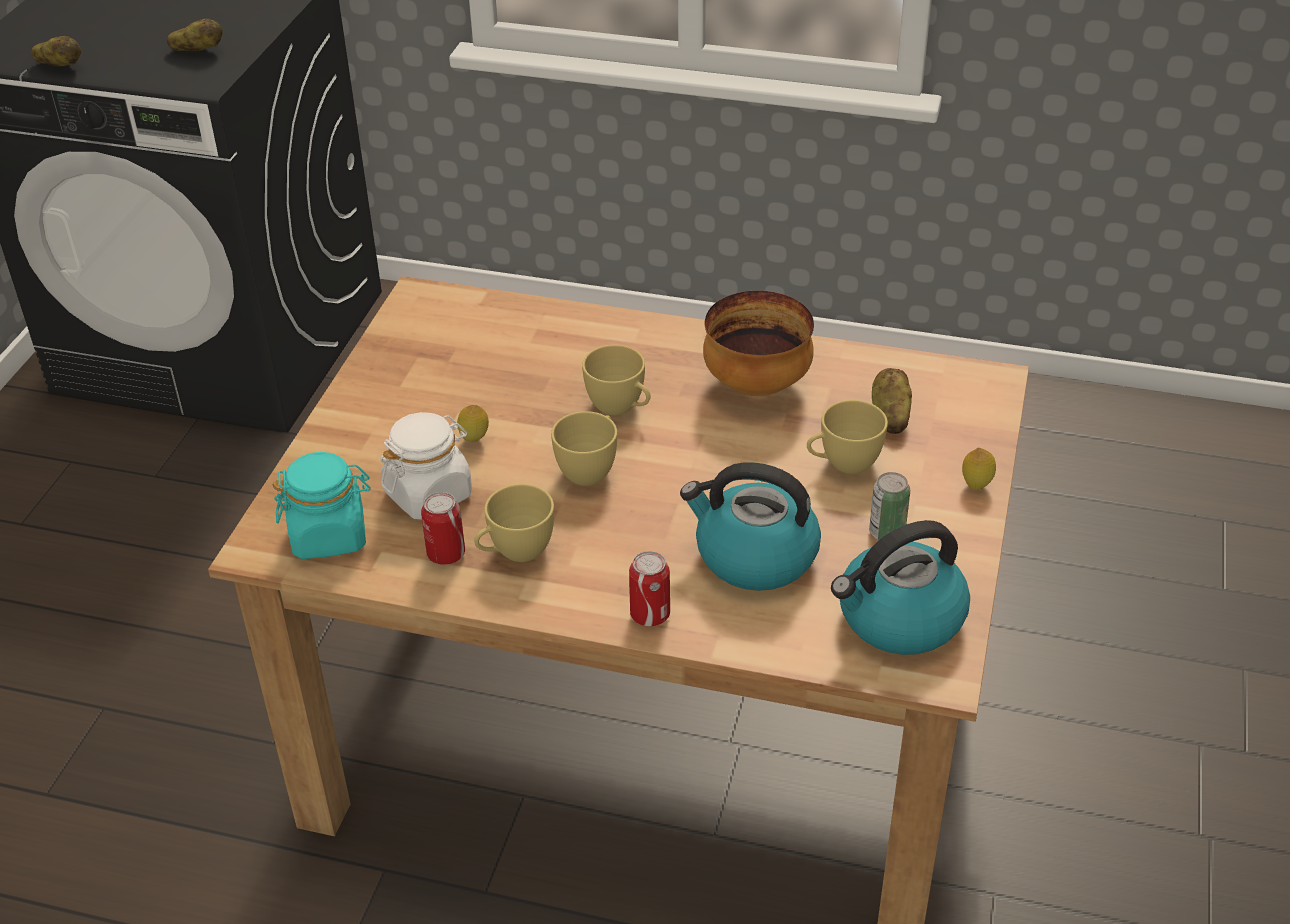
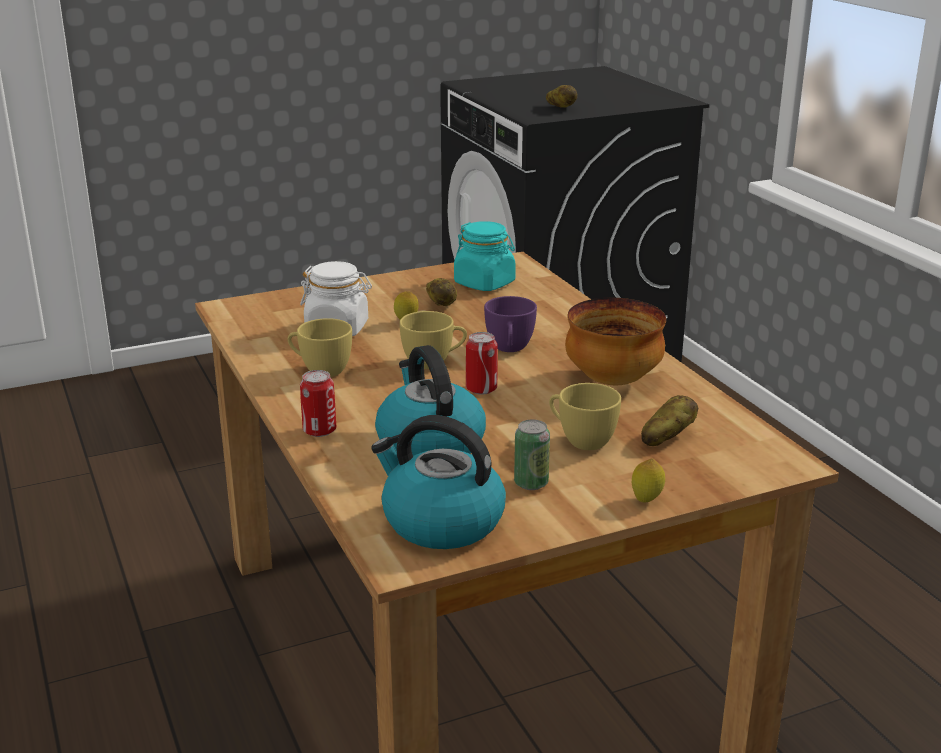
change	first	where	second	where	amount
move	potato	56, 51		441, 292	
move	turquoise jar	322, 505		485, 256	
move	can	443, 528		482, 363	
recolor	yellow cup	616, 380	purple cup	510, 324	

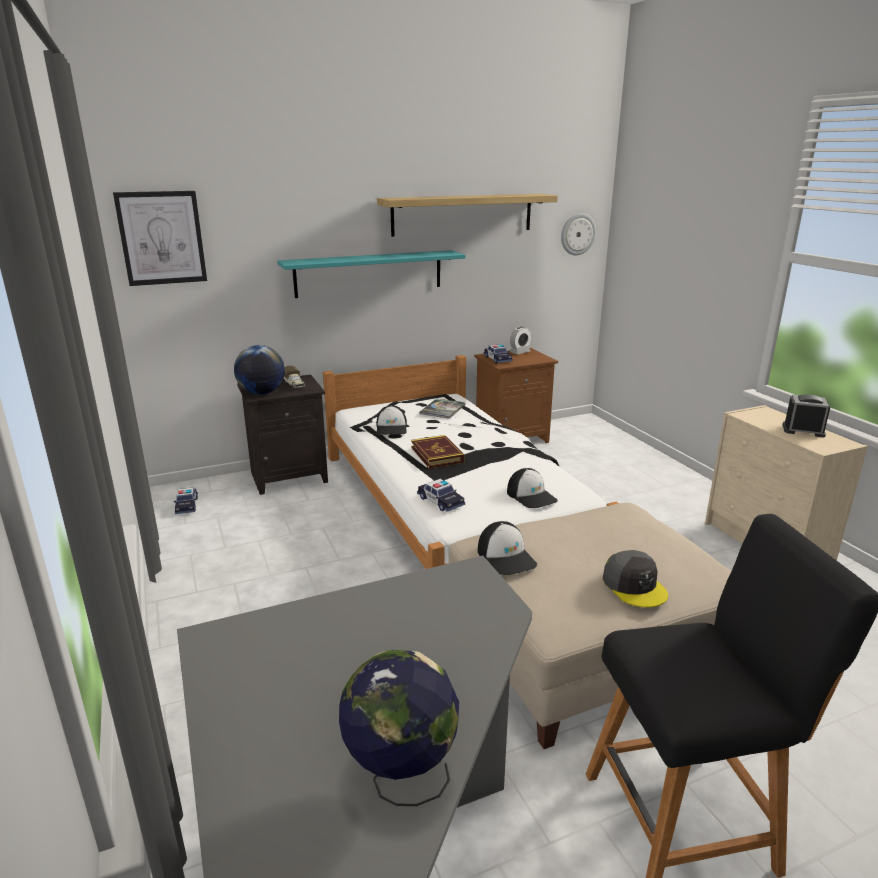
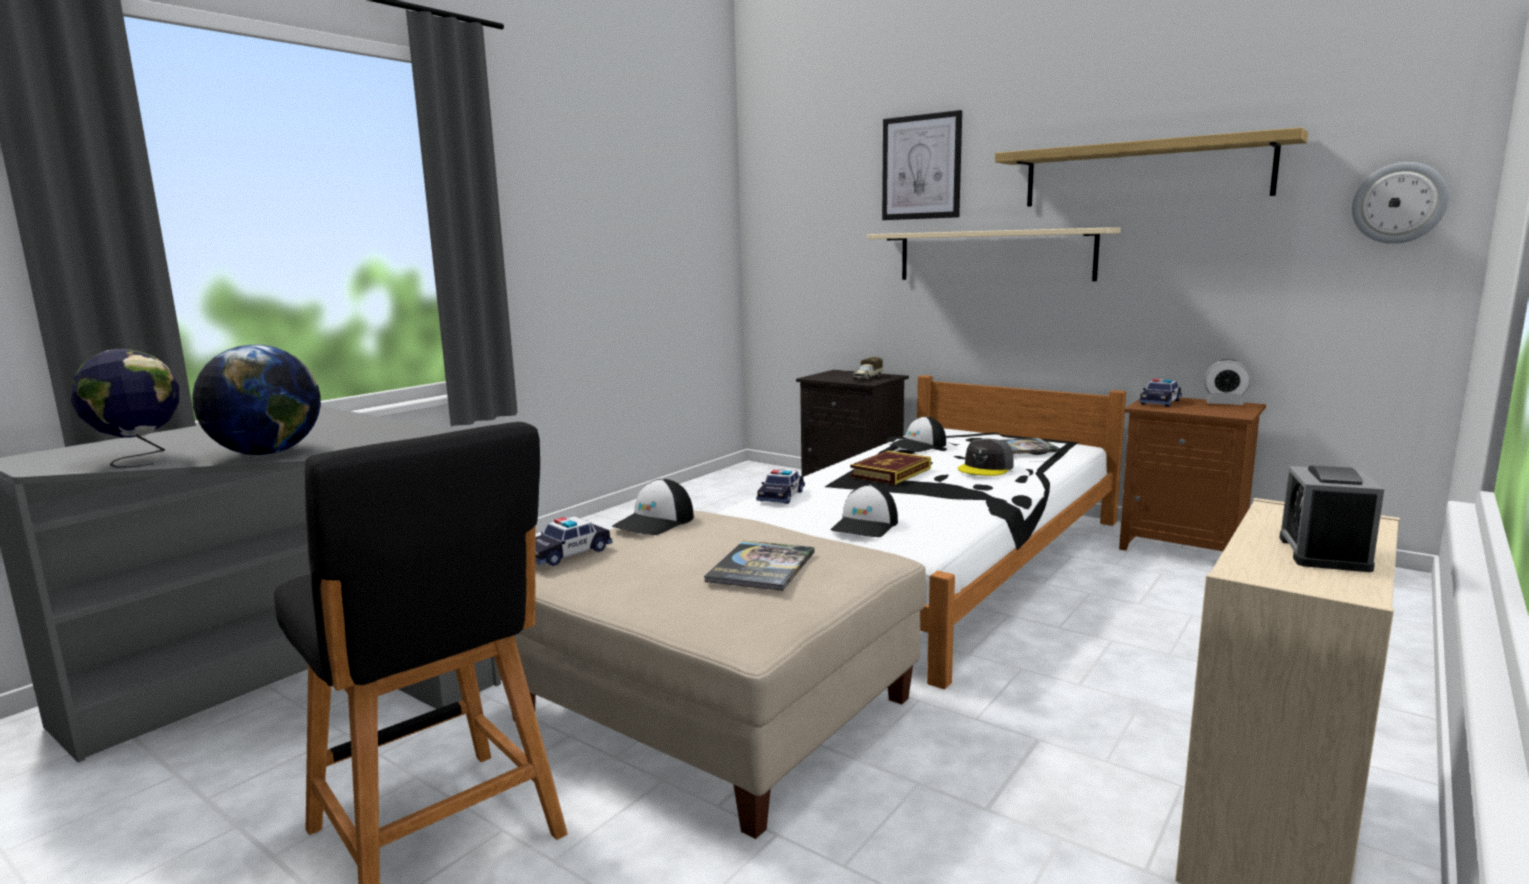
change	first	where	second	where	amount
move	globe	259, 370		256, 400	
move	toy car	186, 500		573, 541	
insert			book	759, 566	
recolor	turquoise shelf	371, 274	beige shelf	994, 254	
move	picture	160, 238		922, 165	
move	grey cap	635, 578		986, 457	
rotate	alarm clock	806, 415		1331, 518	150 degrees counterclockwise

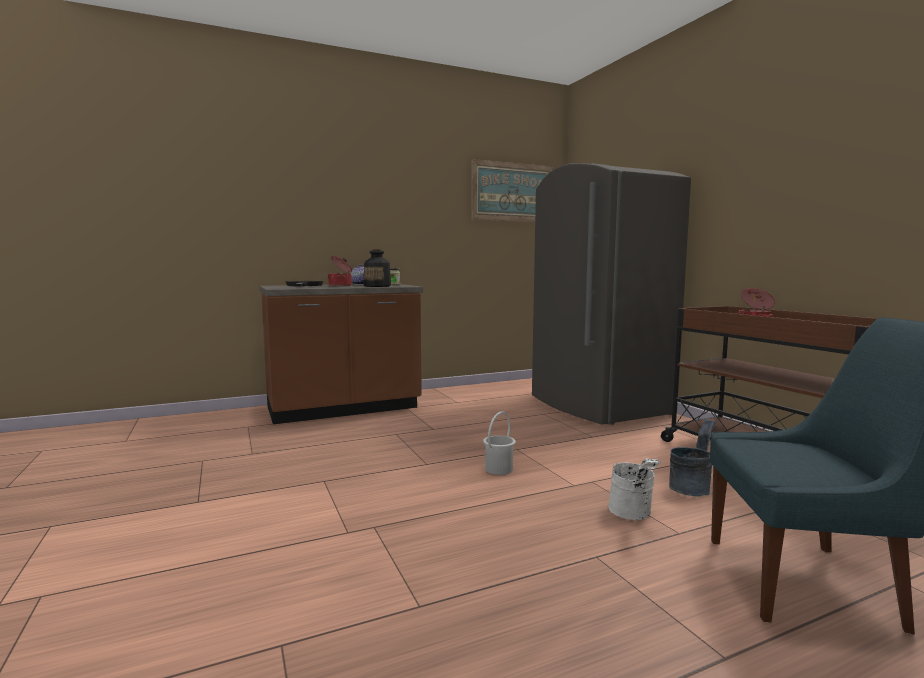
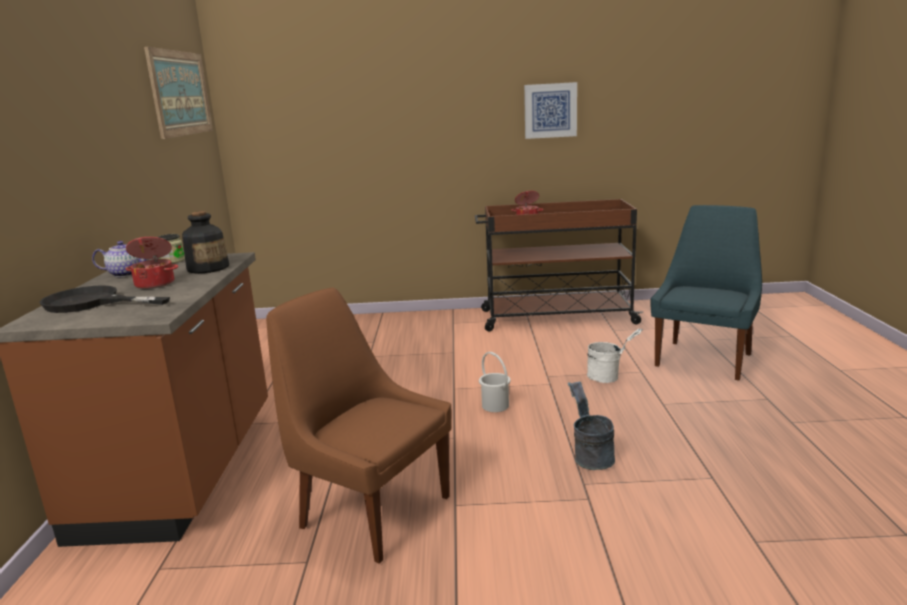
change	first	where	second	where	amount
insert			brown chair	359, 426	
insert			picture	550, 110	
move	grey bucket	692, 457		591, 425	
delete	grey fridge	611, 294			

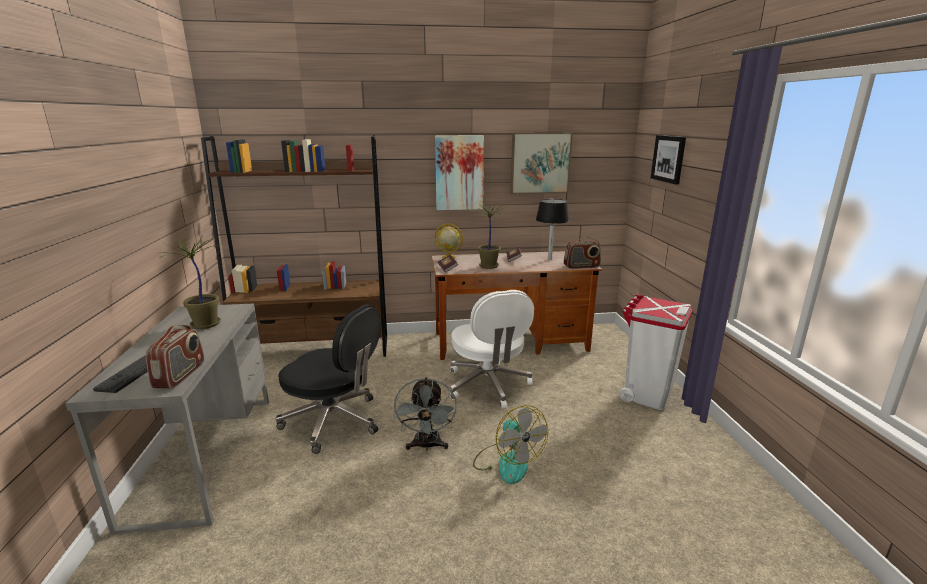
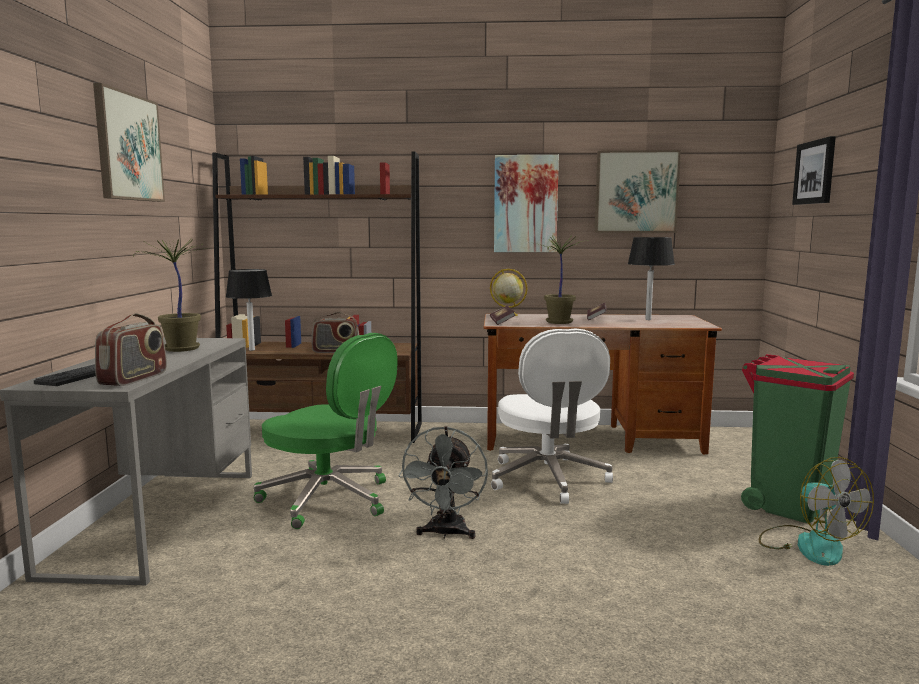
change	first	where	second	where	amount
insert			picture	129, 142	
insert			black table lamp	249, 310	
recolor	black office chair	328, 379	green office chair	326, 431	
move	radio	582, 253		335, 332	
recolor	white trash can	656, 352	green trash can	797, 438	
move	fan	510, 444		816, 511	

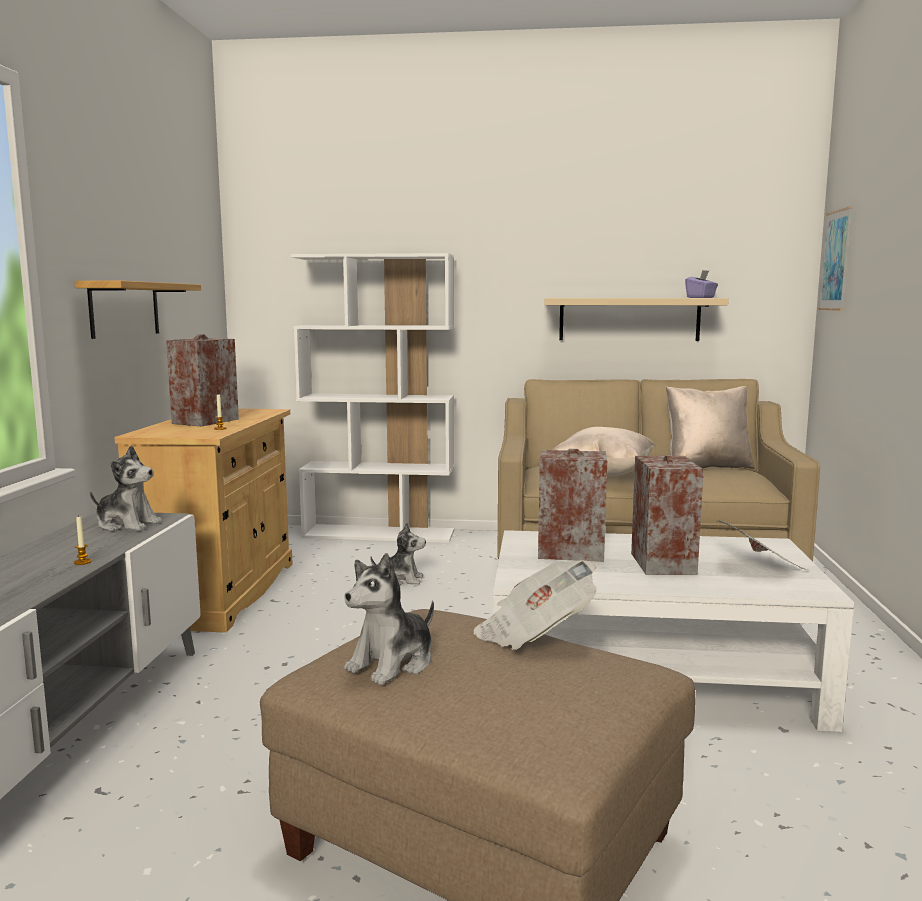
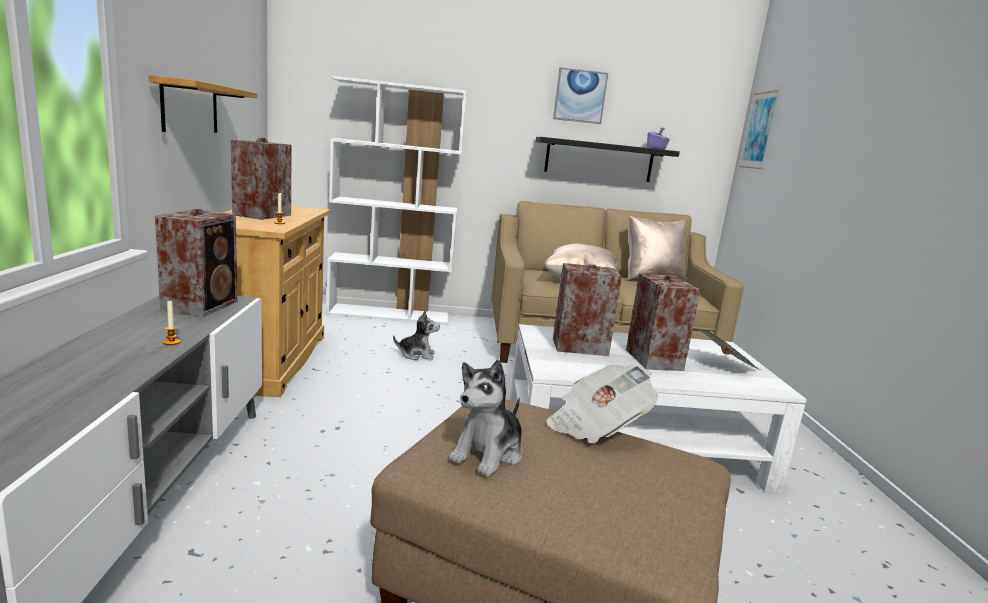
change	first	where	second	where	amount
replace	plush toy	126, 488	speaker	196, 263	
recolor	beige shelf	636, 319	black shelf	608, 159	
insert			picture	580, 95	

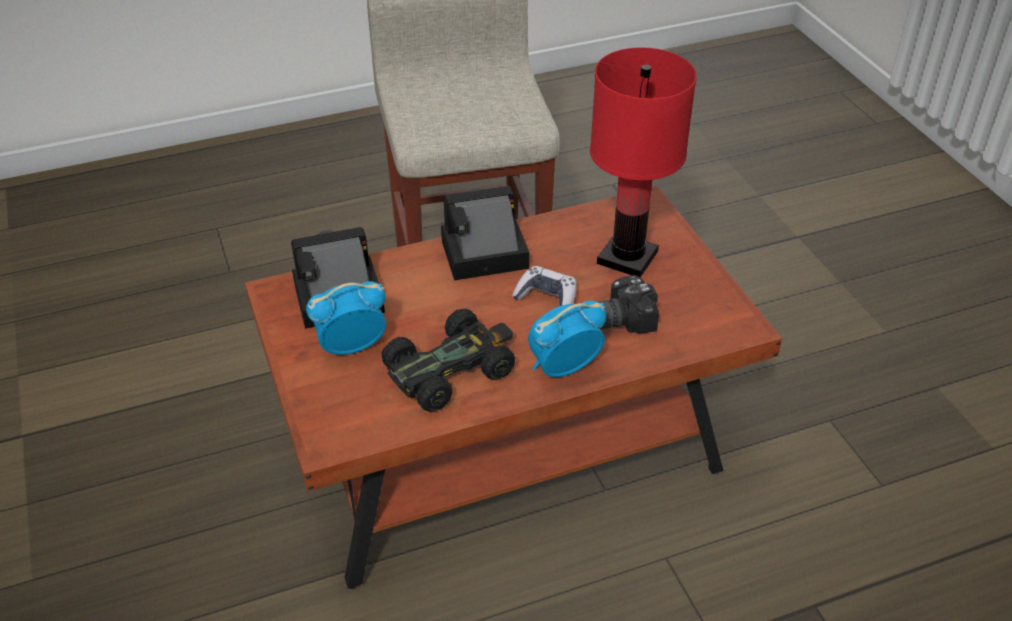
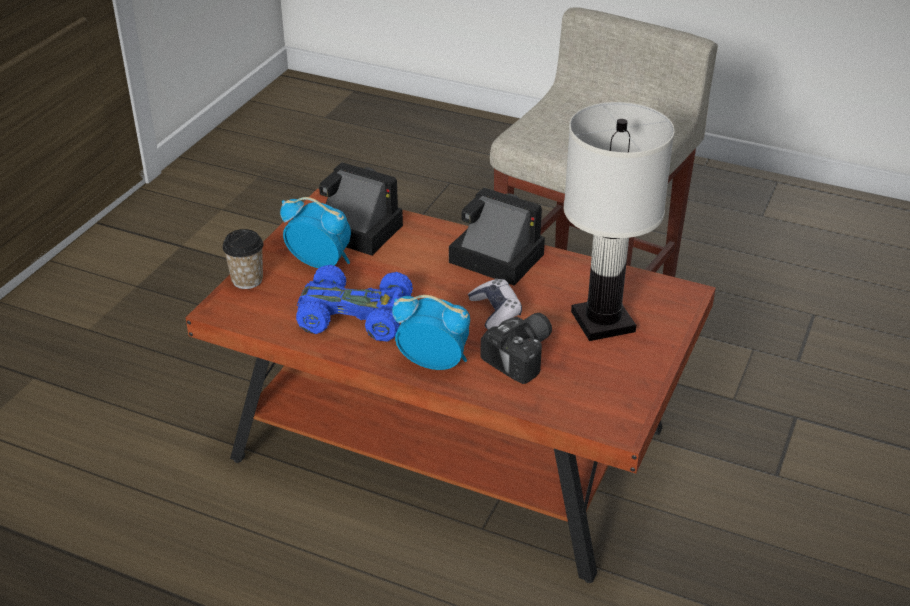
change	first	where	second	where	amount
insert			cup	242, 259	
recolor	black toy car	448, 360	blue toy car	354, 303	
rotate	photo camera	628, 304		516, 348	105 degrees clockwise
recolor	red table lamp	643, 162	white table lamp	619, 221	

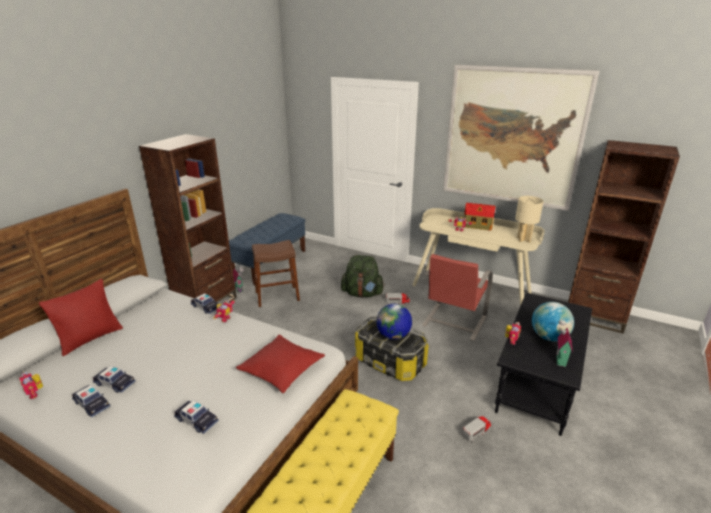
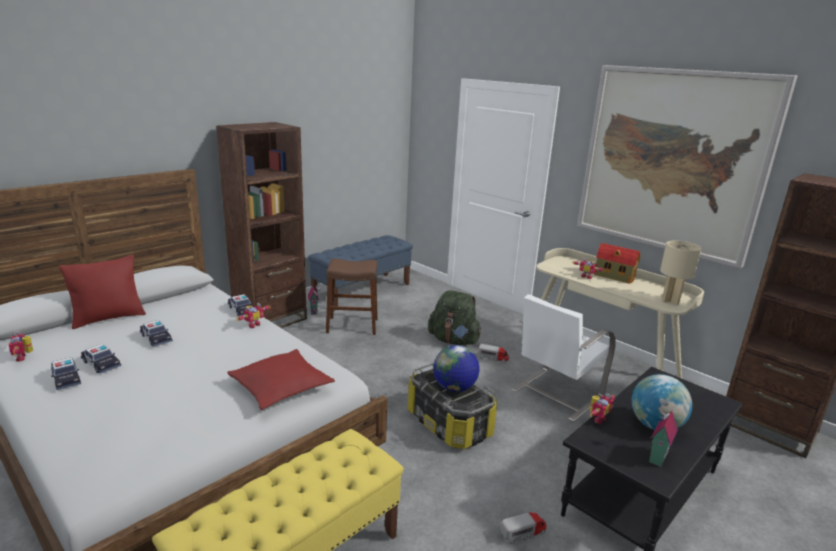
change	first	where	second	where	amount
move	toy car	196, 417		156, 333	
recolor	red chair	457, 297	white chair	564, 358	

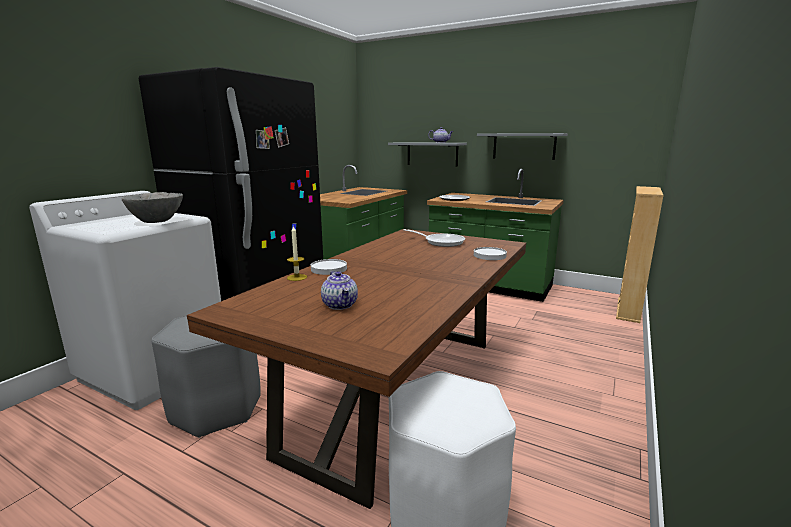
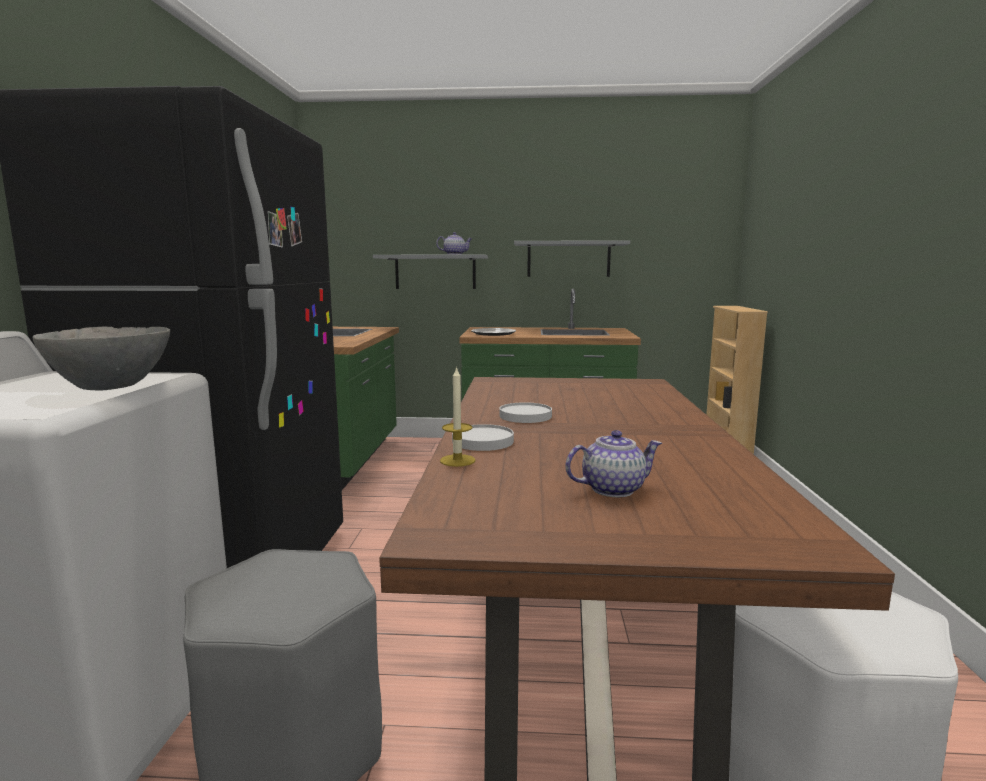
change	first	where	second	where	amount
move	white plate	490, 253		525, 412	
rotate	teapot	339, 290		614, 463	60 degrees counterclockwise
delete	frying pan	434, 238			

